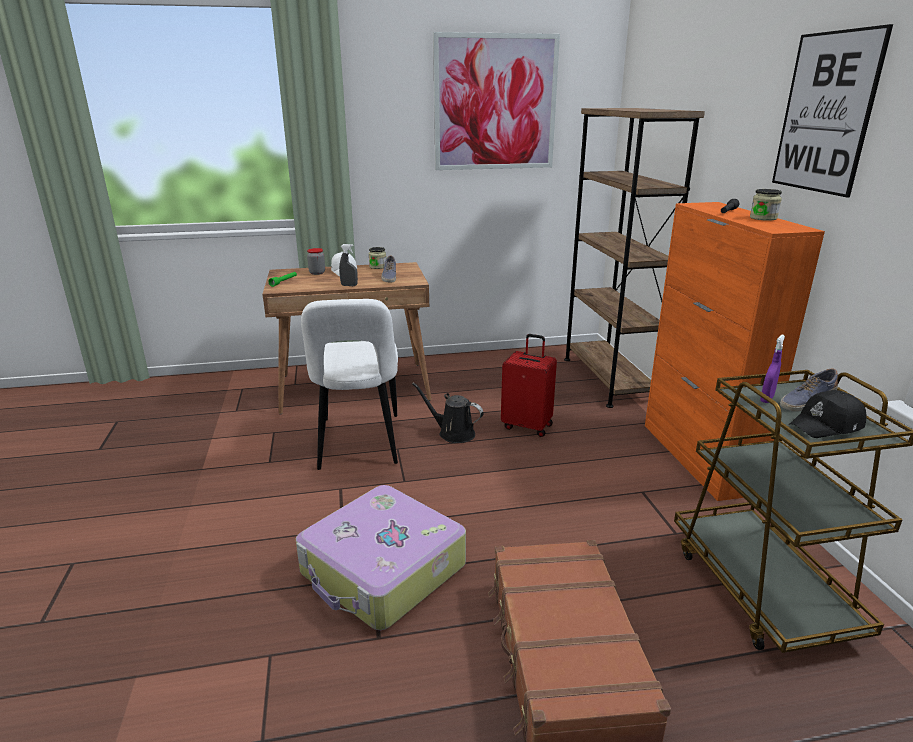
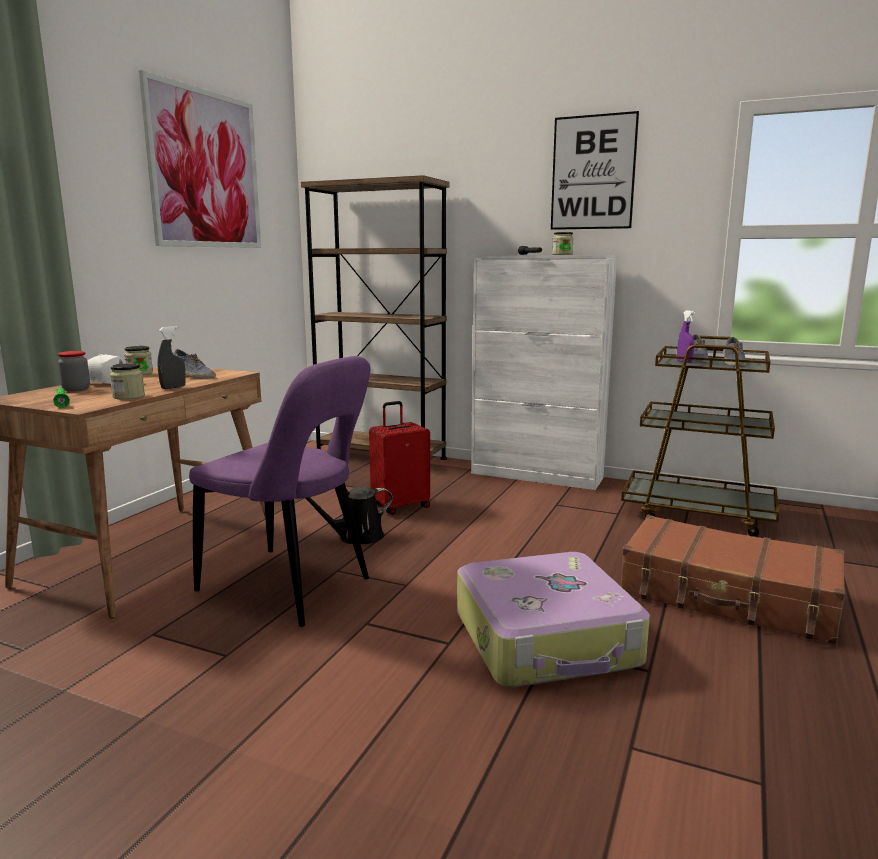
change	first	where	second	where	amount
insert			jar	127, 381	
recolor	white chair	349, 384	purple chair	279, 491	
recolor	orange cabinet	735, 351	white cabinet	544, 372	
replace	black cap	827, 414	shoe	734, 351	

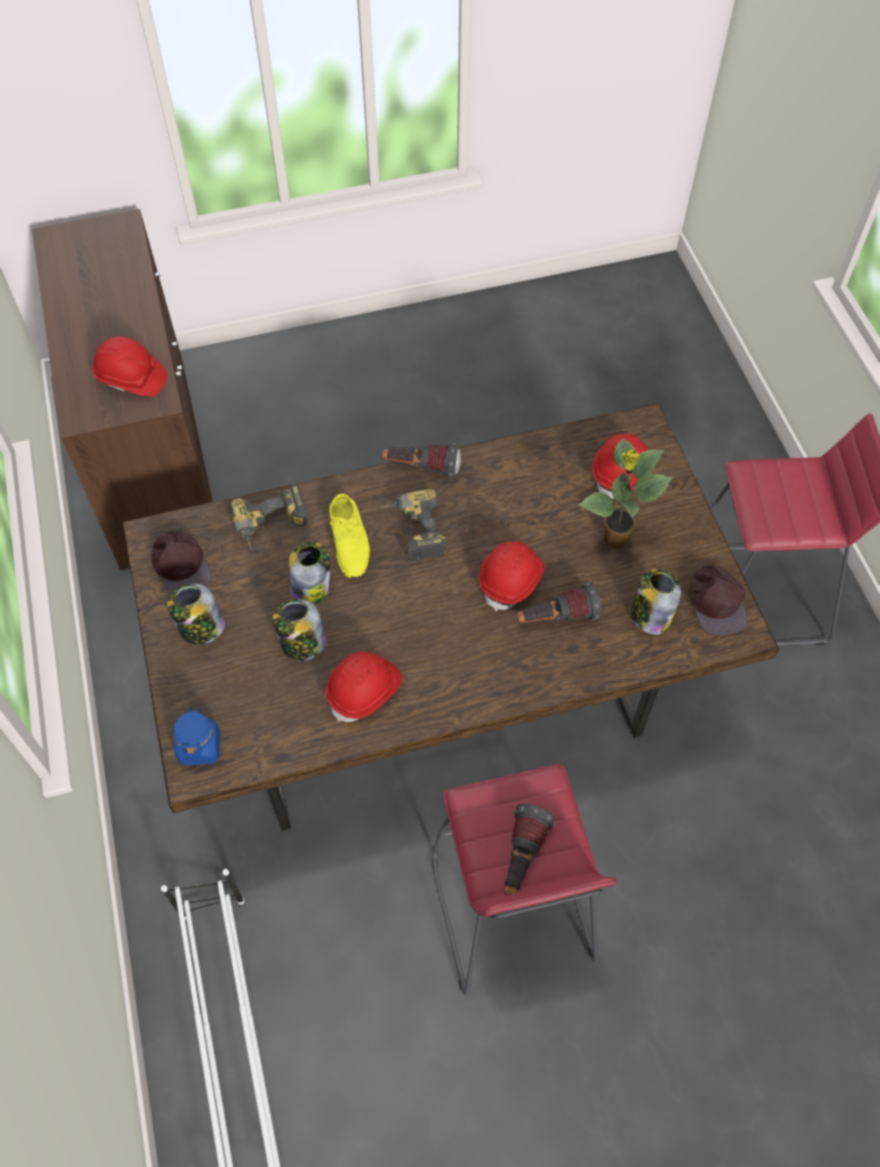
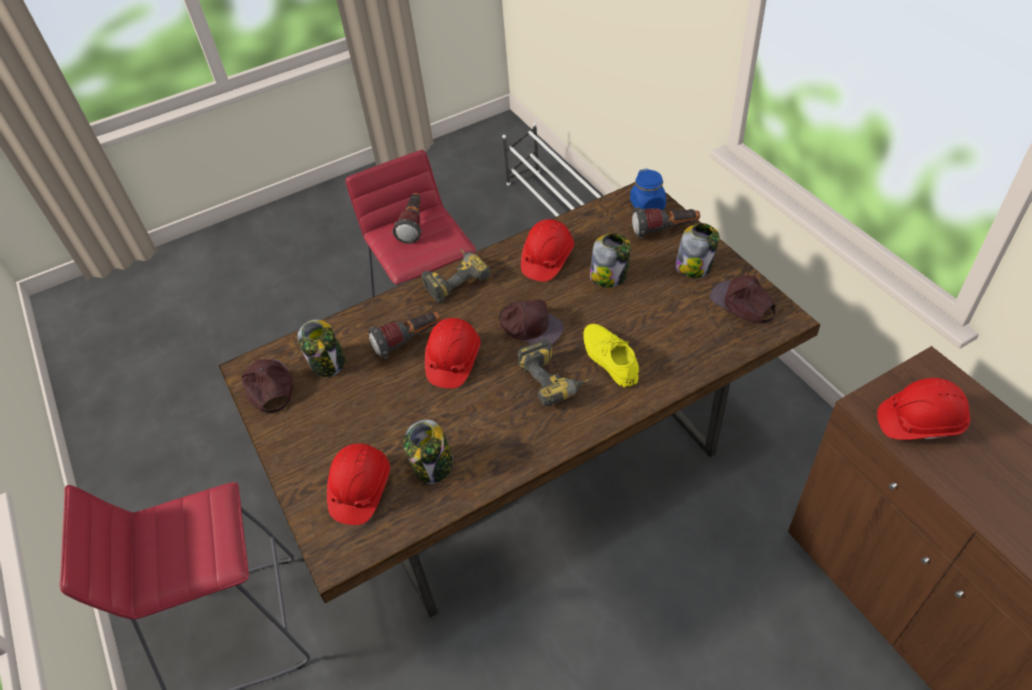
change	first	where	second	where	amount
move	jar	309, 573		428, 452	
move	power drill	268, 517		456, 276	
insert			brown cap	531, 322	
move	flashlight	421, 461		666, 223	
delete	potted plant	625, 493			

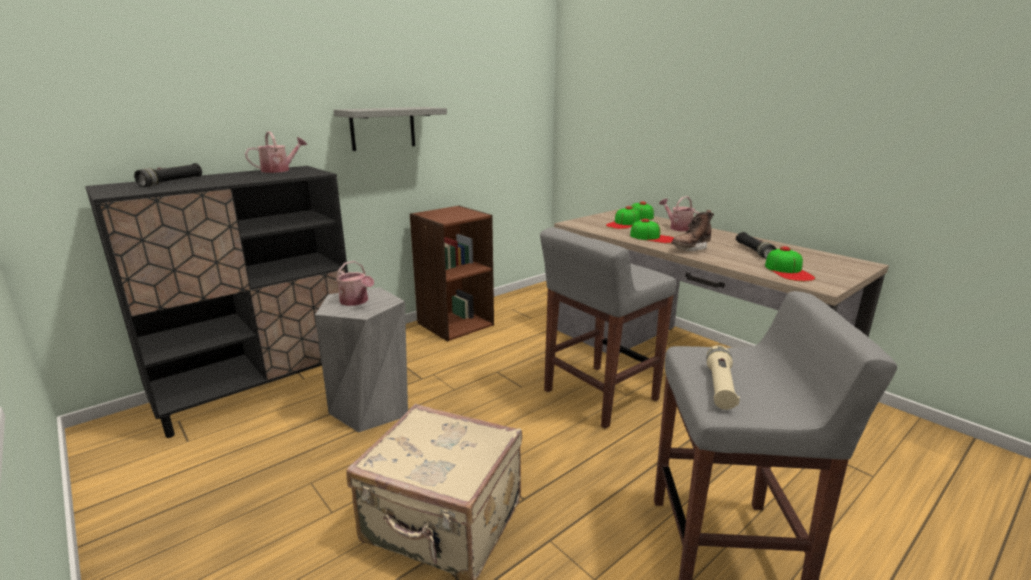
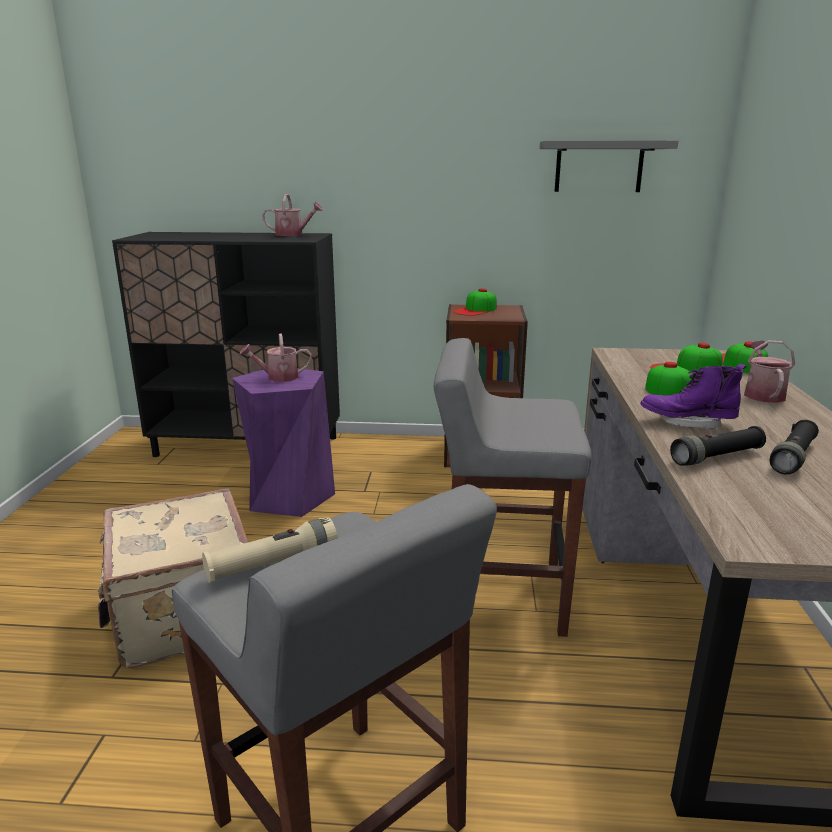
change	first	where	second	where	amount
recolor	grey stool	361, 360	purple stool	283, 442	
rotate	watering can	355, 283		276, 357	75 degrees clockwise
move	cap	790, 264		475, 301	
move	grey shelf	390, 129		609, 166	
recolor	brown boot	692, 230	purple boot	693, 397	
move	black flashlight	168, 175		718, 446	

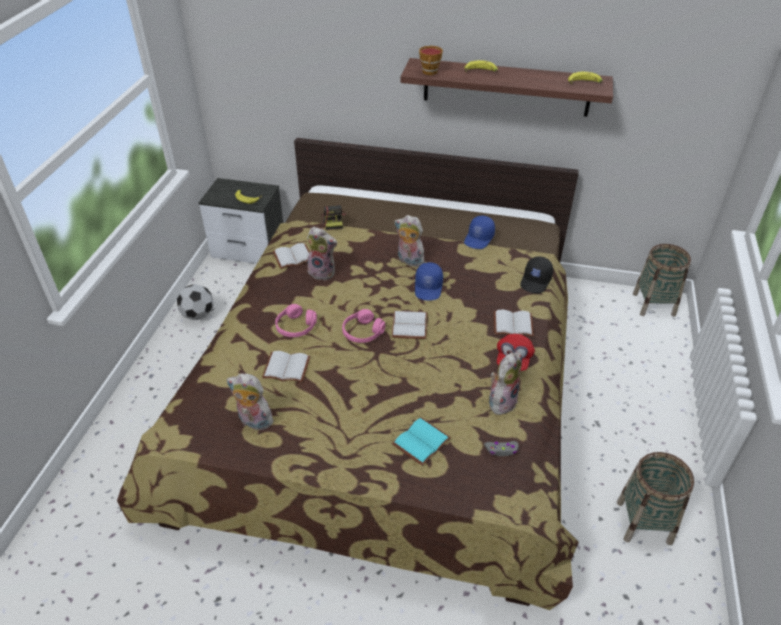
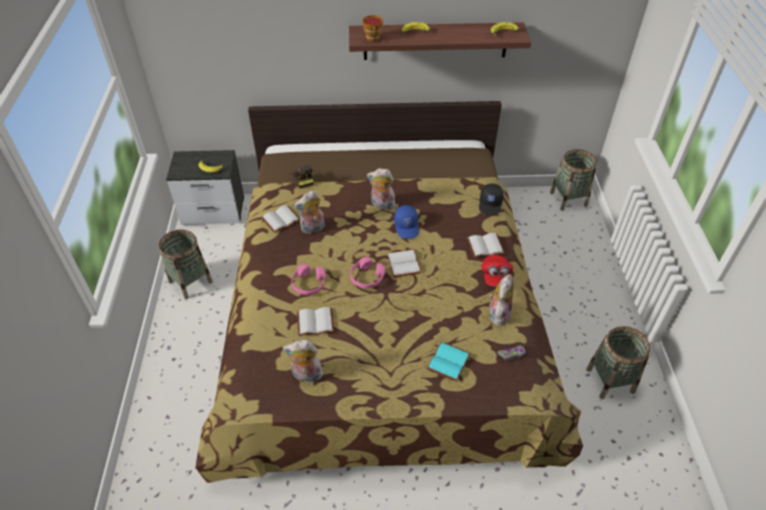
change	first	where	second	where	amount
replace	football	195, 302	basket	186, 264	
rotate	plush toy	322, 253		309, 212	150 degrees clockwise
delete	blue cap	479, 232			

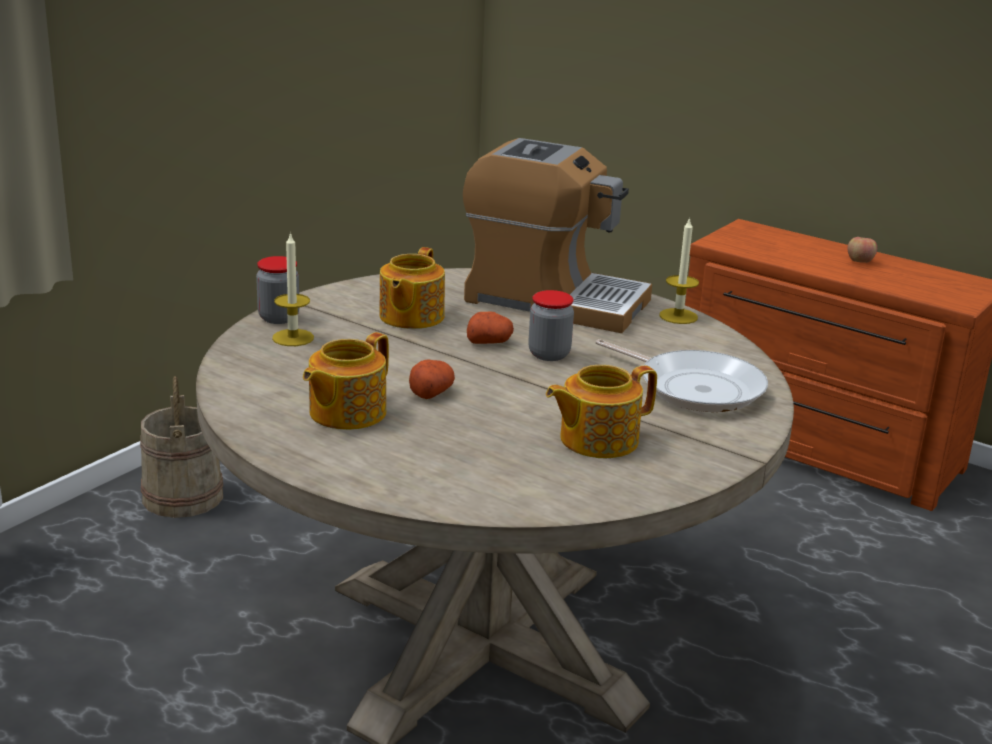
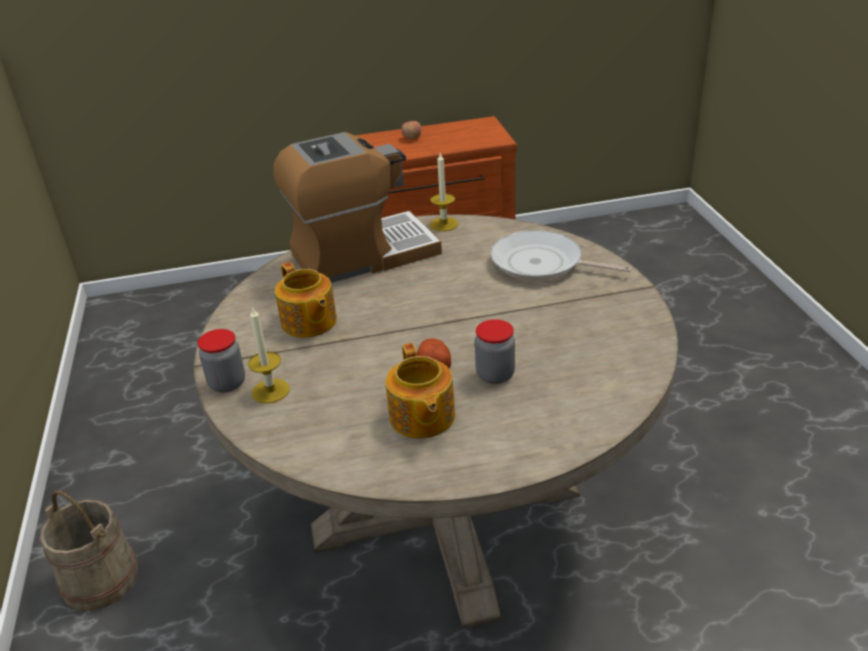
change	first	where	second	where	amount
move	jar	551, 325		495, 351	
rotate	frying pan	682, 375		561, 255	150 degrees counterclockwise
delete	potato	490, 327			
delete	teapot	601, 411			

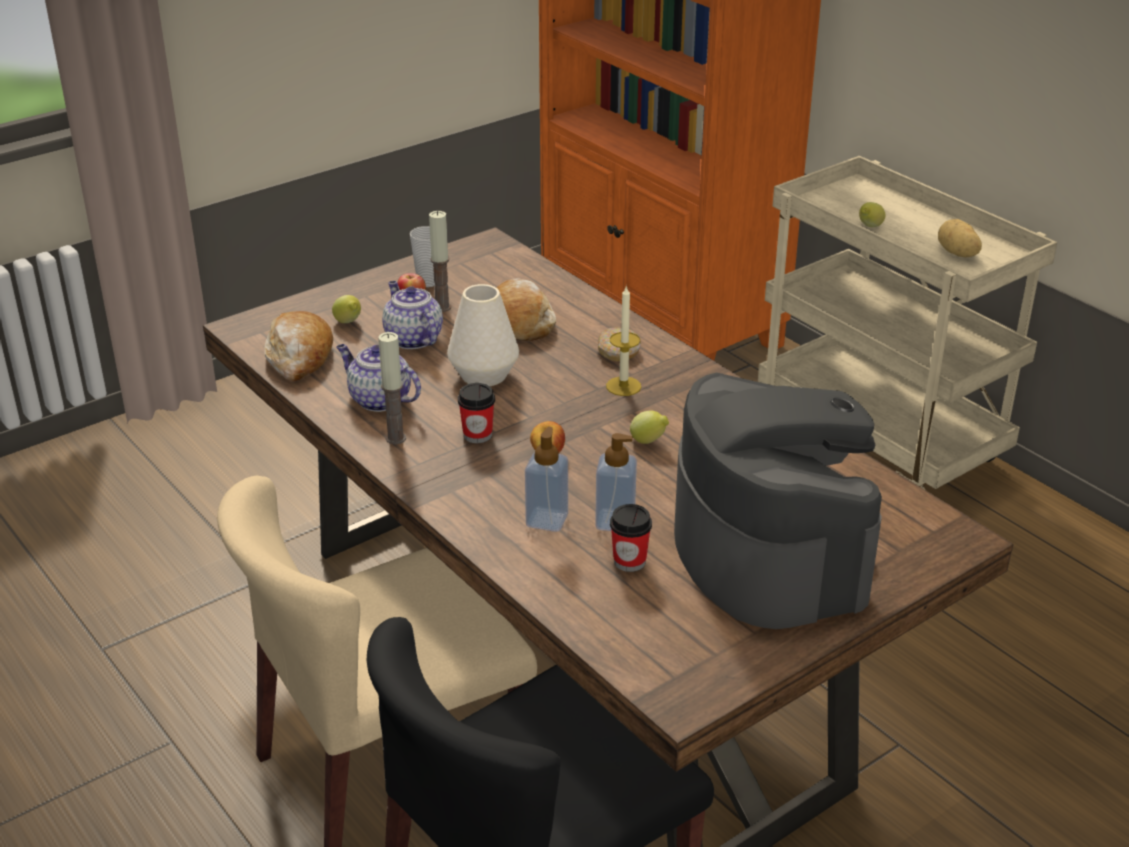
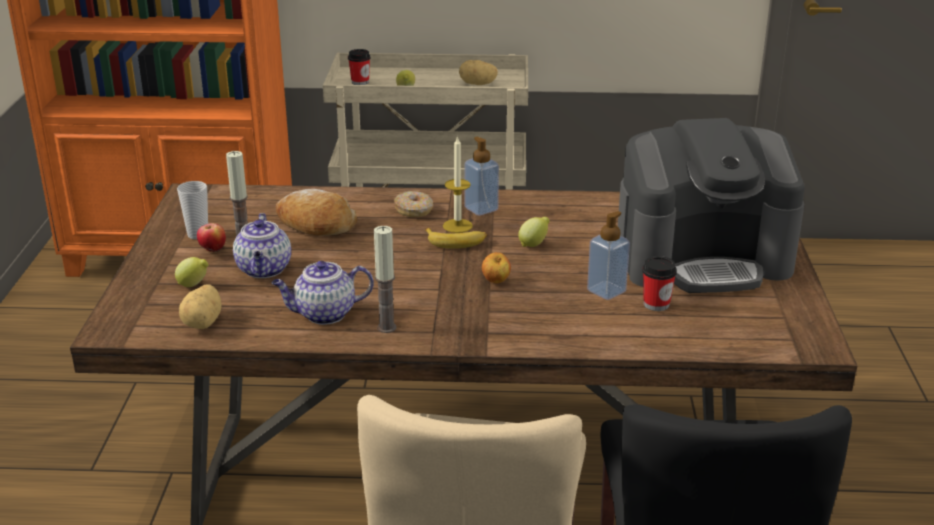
change	first	where	second	where	amount
replace	bread	299, 346	potato	200, 306	
rotate	teapot	412, 315		262, 245	105 degrees counterclockwise
move	cup	476, 413		359, 67	
insert			banana	456, 238	
move	soap dispenser	546, 479		482, 176	
rotate	coffee machine	778, 500		711, 205	150 degrees clockwise
delete	white vase	483, 335			

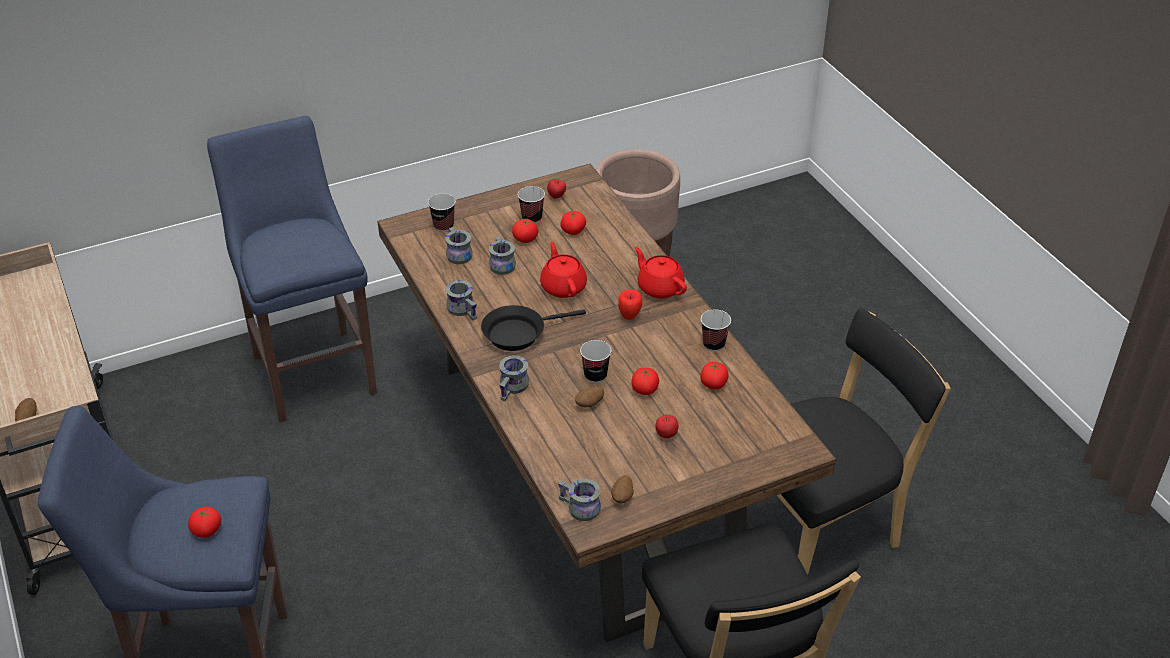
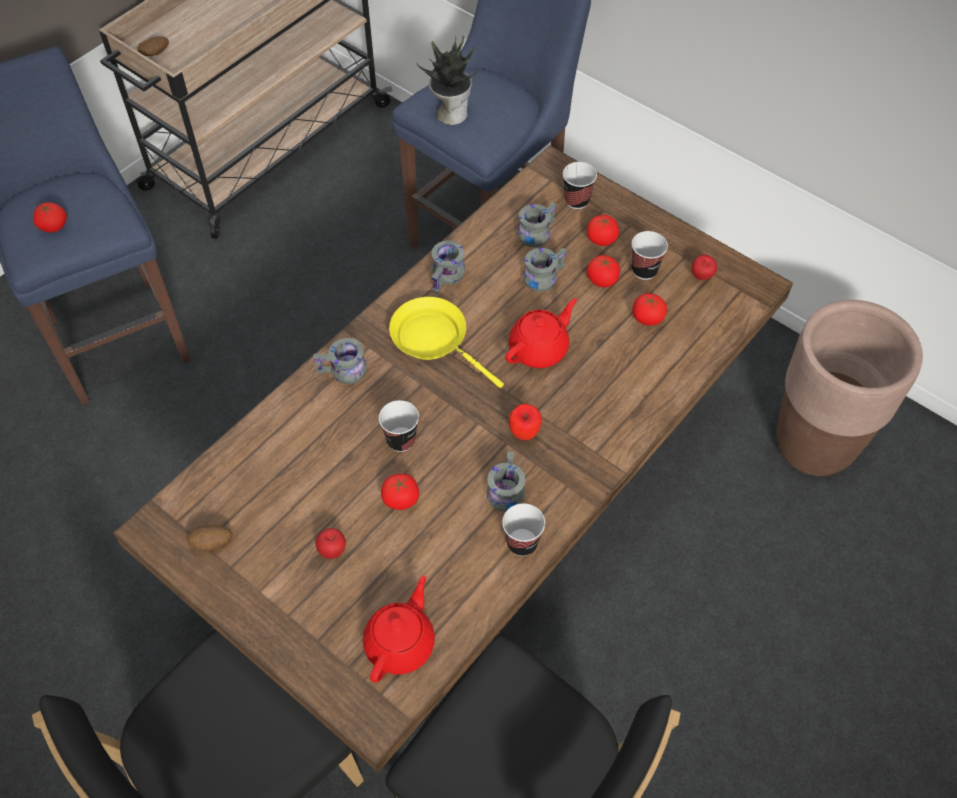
change	first	where	second	where	amount
move	red teapot	660, 273		399, 629	
recolor	black frying pan	533, 328	yellow frying pan	446, 342	
insert			potted plant	447, 80	
move	grey mug	579, 500		506, 481	
move	tomato	714, 375		603, 230	
delete	potato	589, 397			

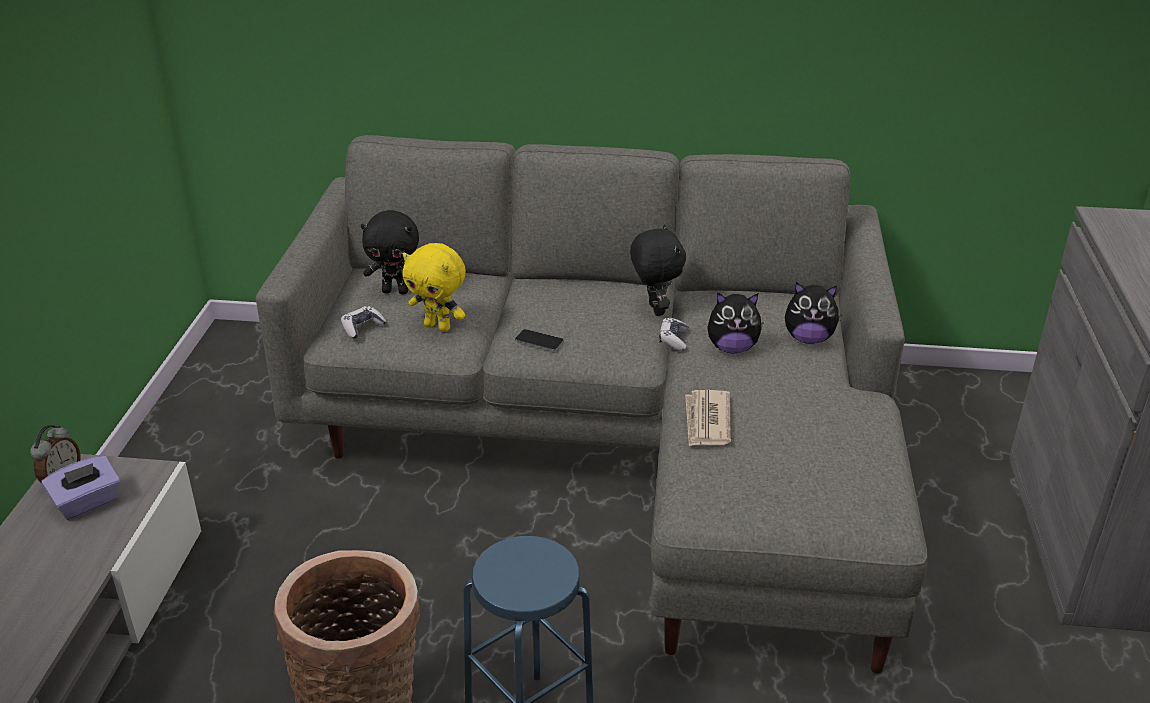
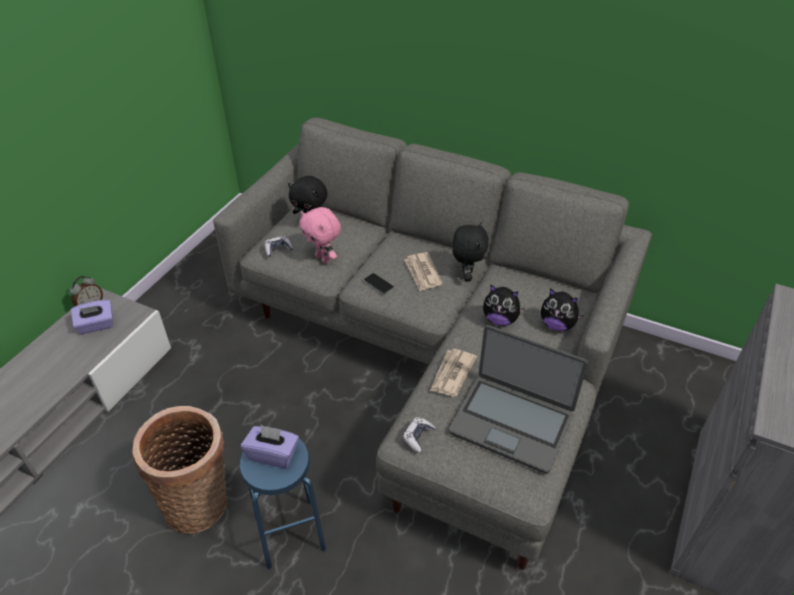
change	first	where	second	where	amount
insert			purple tissue box	270, 446	
recolor	yellow plush toy	434, 287	pink plush toy	320, 235	
move	game controller	674, 334		419, 435	
insert			newspaper	423, 271	
insert			laptop	518, 399	

